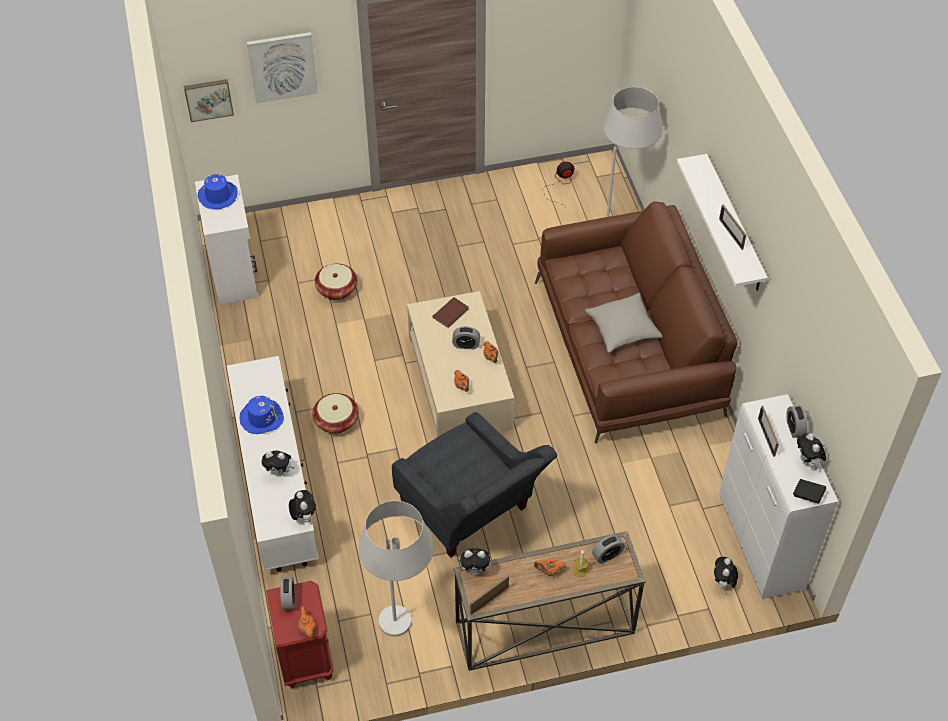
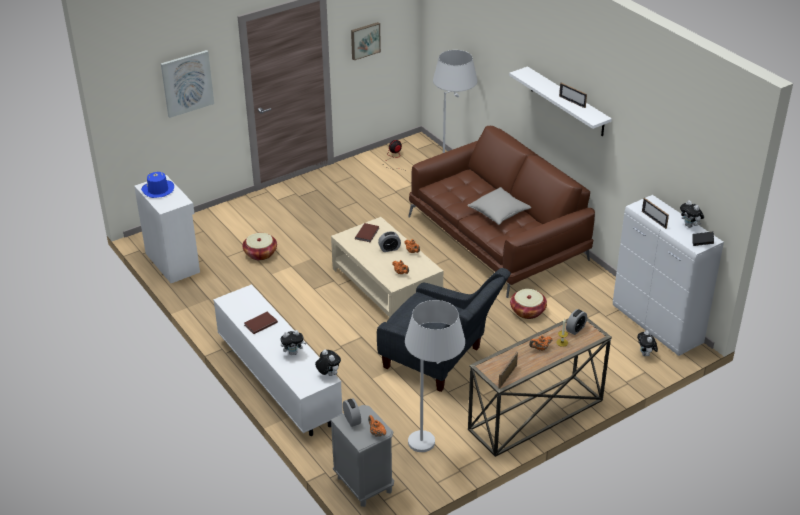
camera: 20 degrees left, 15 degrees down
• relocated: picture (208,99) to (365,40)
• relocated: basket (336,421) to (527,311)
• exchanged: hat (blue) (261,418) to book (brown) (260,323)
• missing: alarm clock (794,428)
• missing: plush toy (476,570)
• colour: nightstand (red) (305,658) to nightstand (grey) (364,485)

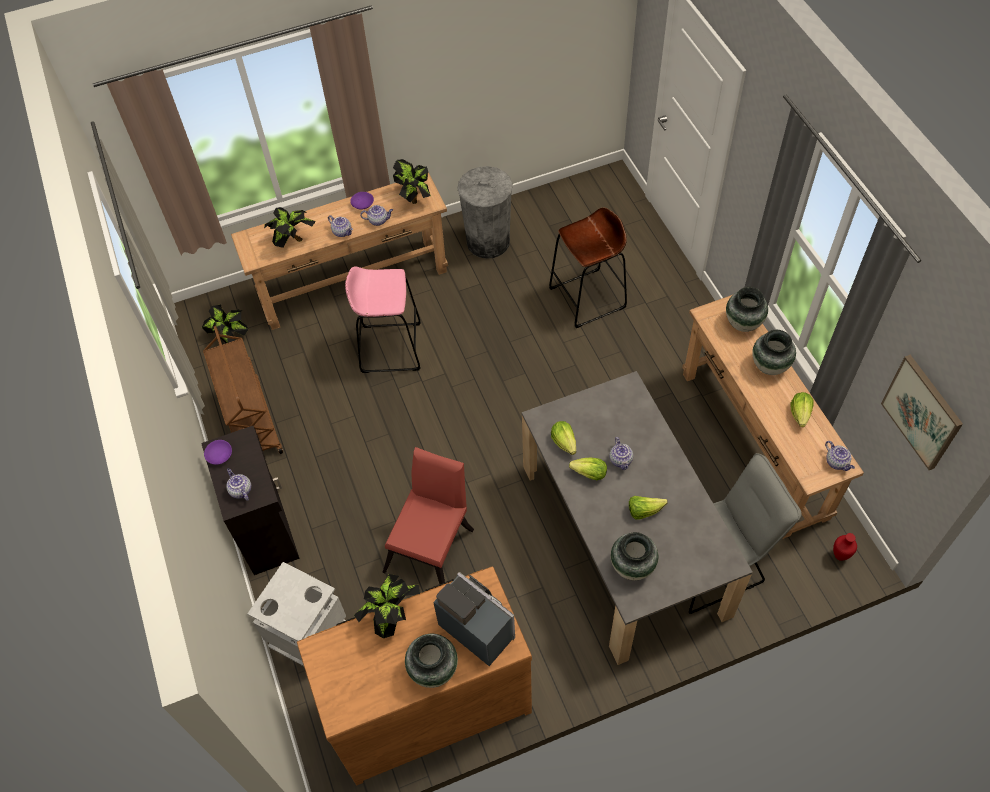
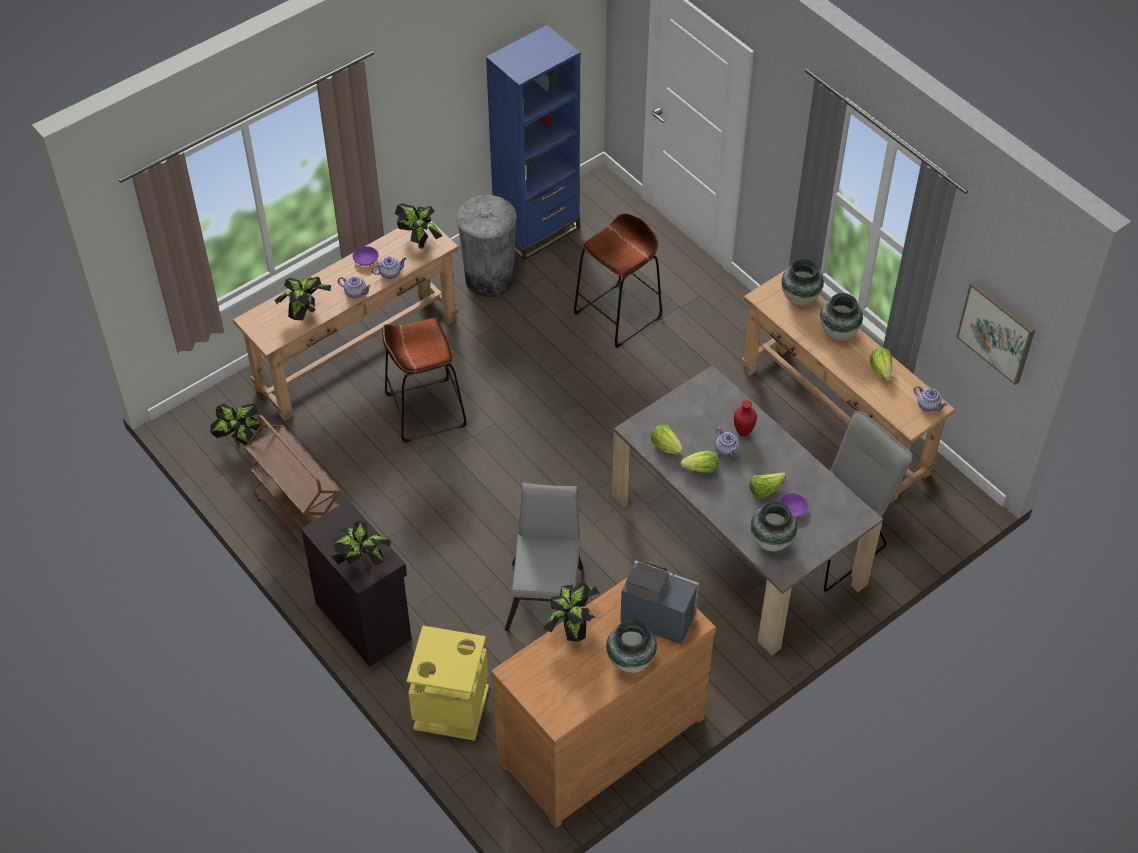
camera: 20 degrees left, 5 degrees down
• colour: stool (pink) (390,347) to stool (brown) (425,410)
• relocated: bowl (purple) (219,455) to (793,509)
• colour: chair (red) (432,545) to chair (grey) (546,592)
• exchanged: teapot (240,490) to potted plant (362,562)
• relocated: vase (red) (840,556) to (744,432)
• colour: trash can (grey) (307,635) to trash can (yellow) (450,708)
• appeared: bookcase (blue) (537,230)

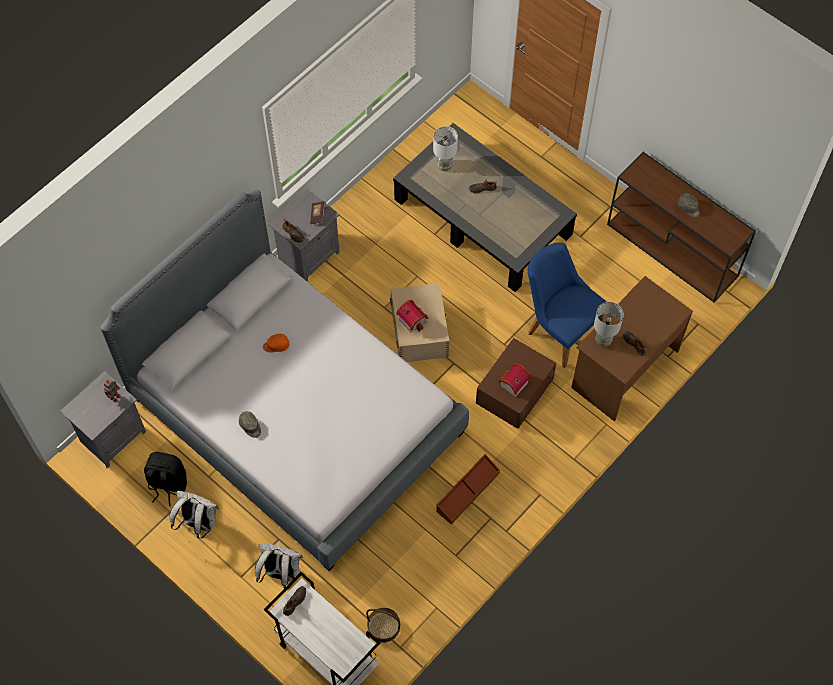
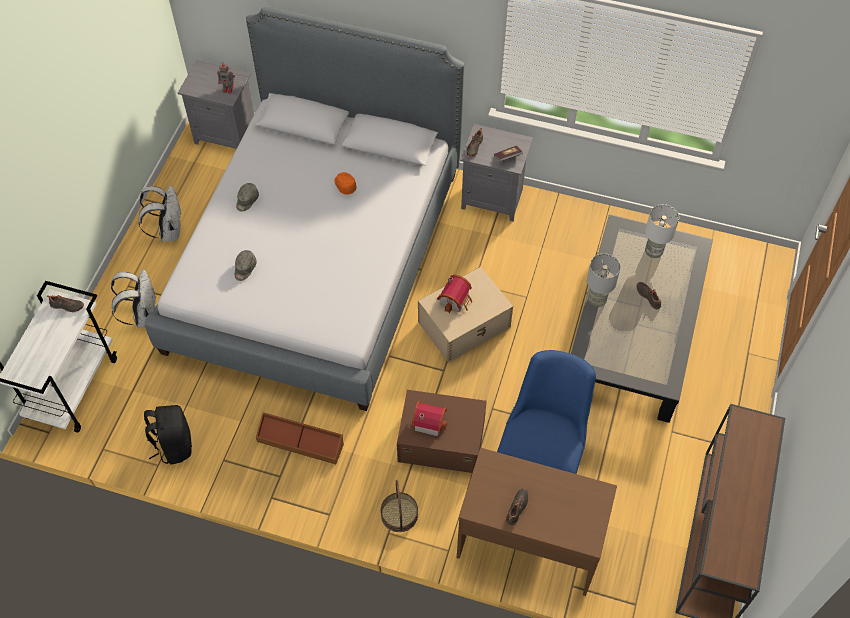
camera: 65 degrees right, 5 degrees down
• relocated: cap (grey) (688,208) to (245,268)
• relocated: table lamp (grey) (604,340) to (597,301)
• relocated: backpack (black) (167,485) to (174,445)
• relocated: basket (383,626) to (399,514)

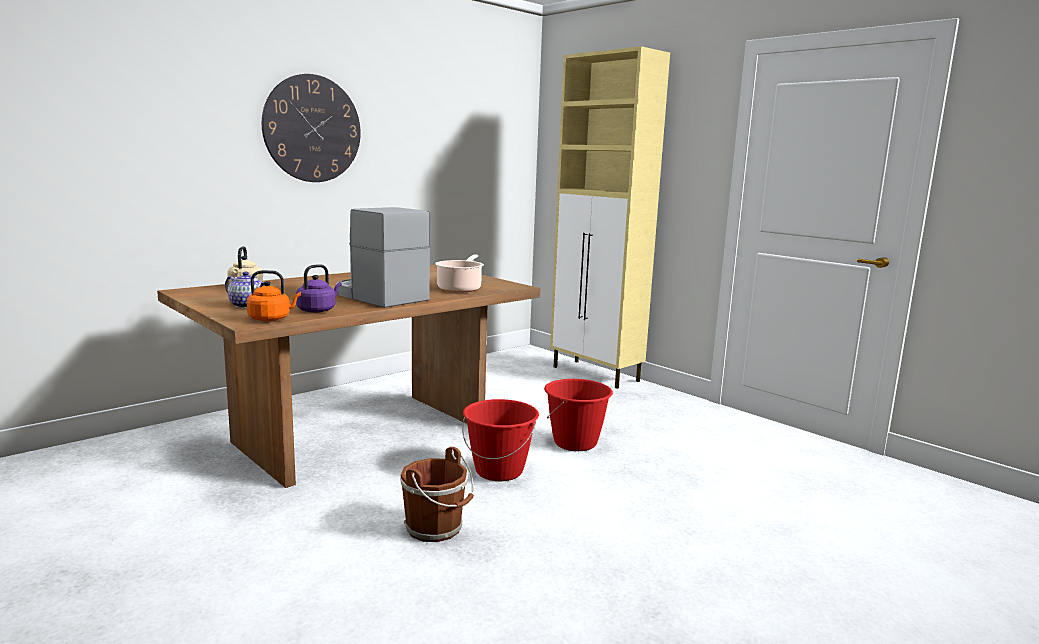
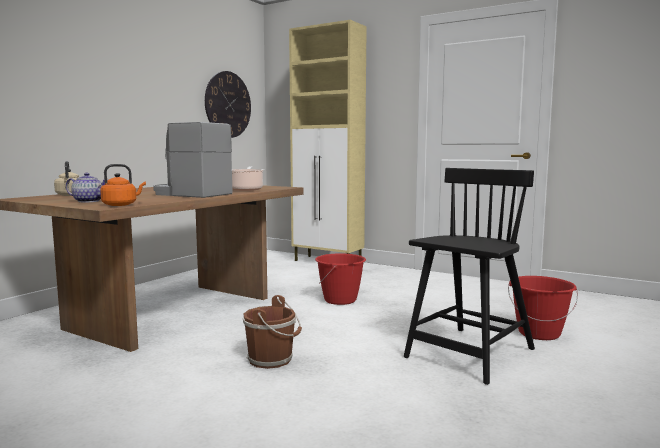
camera: 15 degrees left, 5 degrees down
• relocated: wall clock (312,129) to (228,104)
• missing: kettle (purple) (318,310)
• relocated: bucket (red) (499,471) to (539,333)
• appeared: chair (black) (469,354)

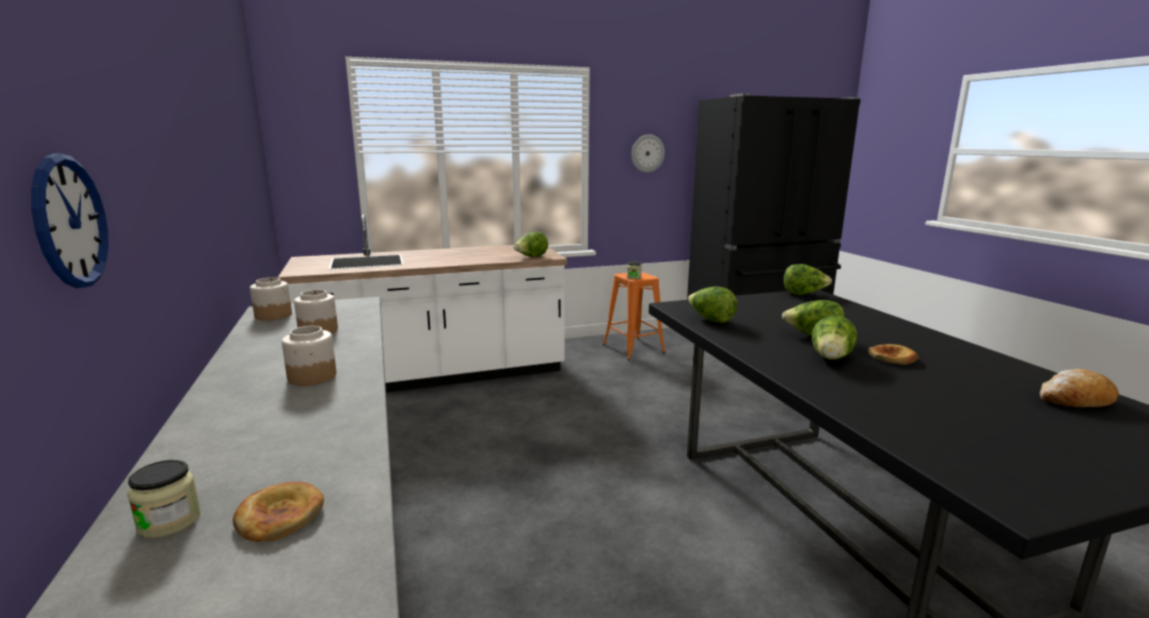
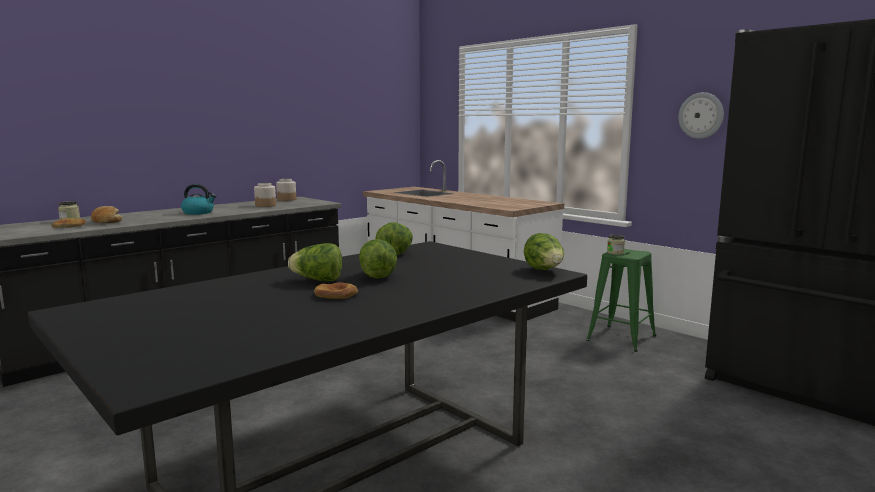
camera: 65 degrees right, 5 degrees down
• missing: wall clock (70,222)
• missing: lettuce (531,257)
• colour: stool (orange) (633,349) to stool (green) (621,338)
• exchanged: jar (311,377) to kettle (198,212)
• relocated: bread (1075,400) to (106,221)

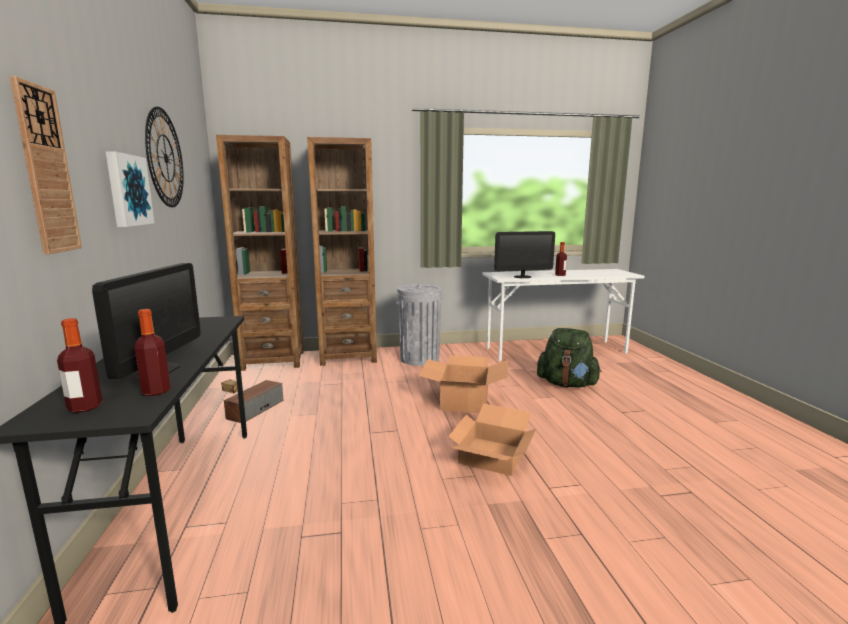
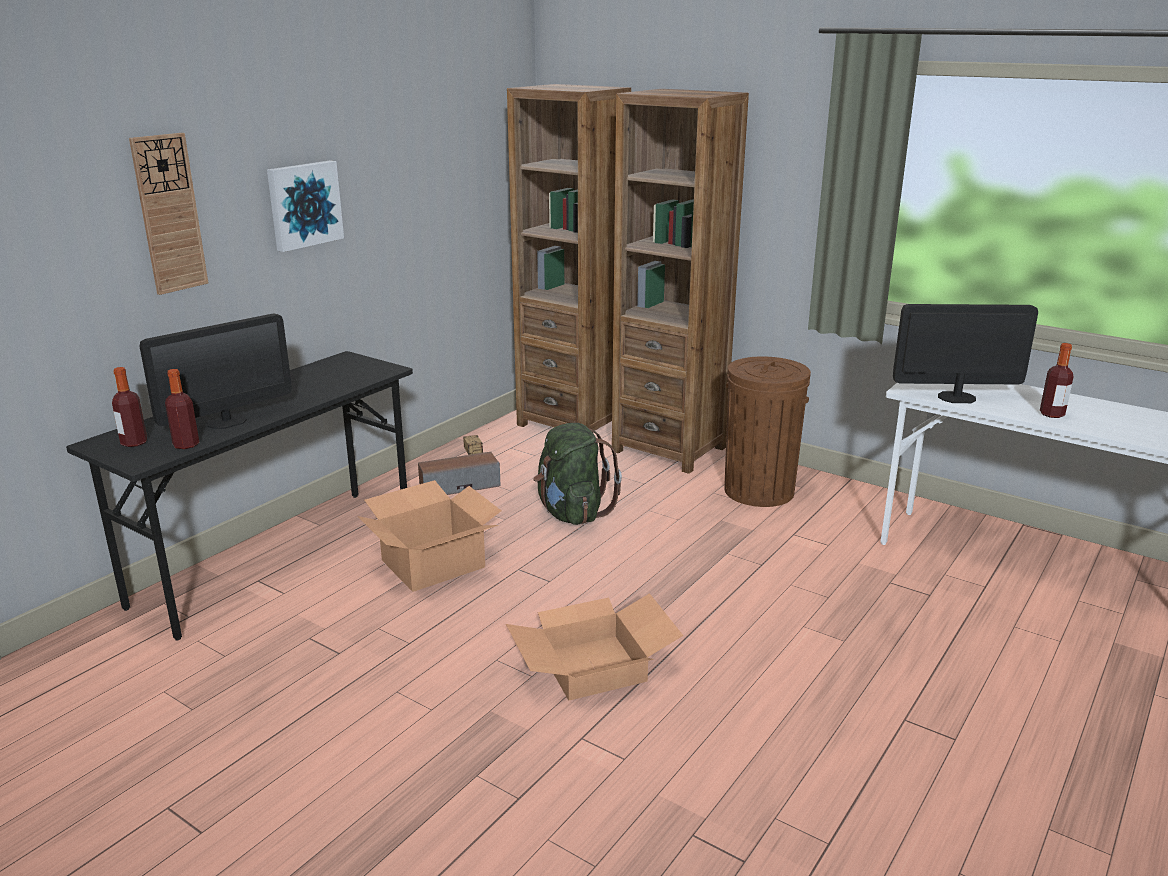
camera: 45 degrees right, 10 degrees up
• missing: wall clock (165,158)
• spun: monitor (522,277) = (956,397) 150 degrees clockwise
• colour: trash can (grey) (419,359) to trash can (brown) (759,491)
• relocated: backpack (green) (567,384) to (572,513)
• relocated: cardboard box (464,401) to (432,563)

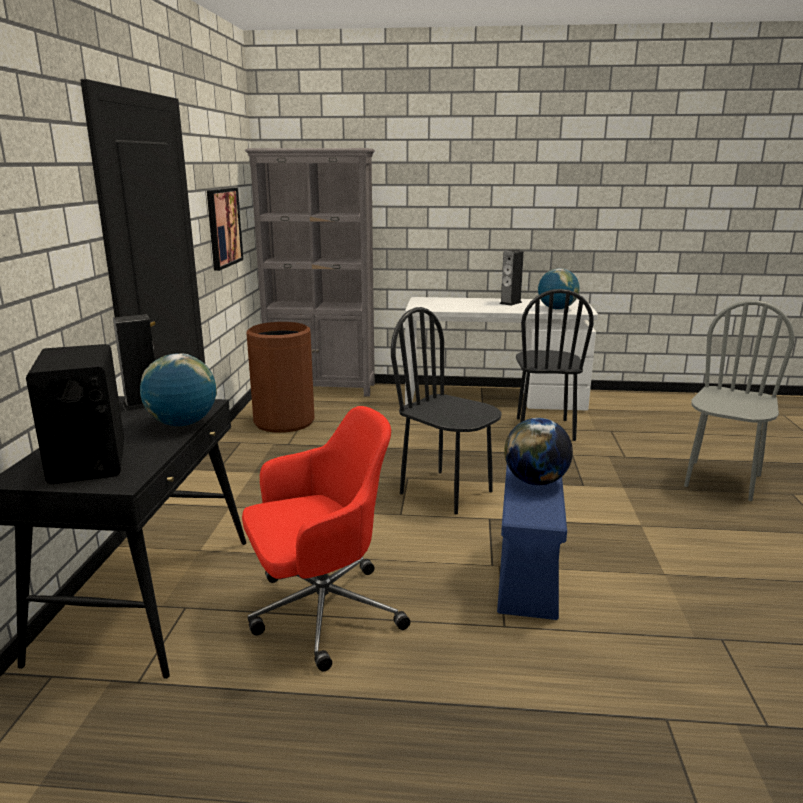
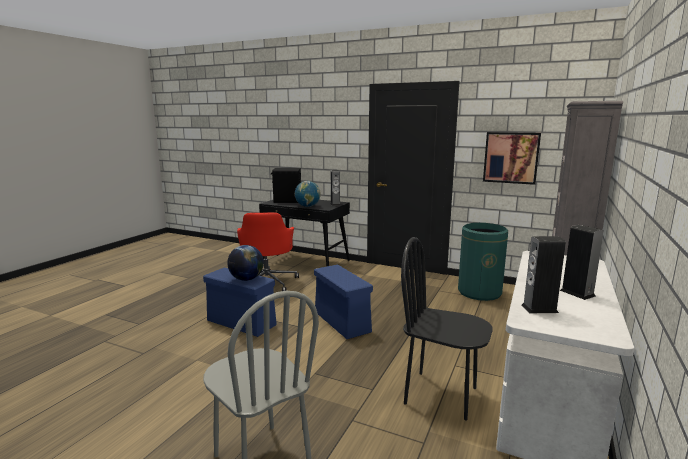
camera: 110 degrees right, 5 degrees down
• exchanged: globe (556,309) to speaker (539,308)
• exchanged: chair (black) (446,492) to storage box (blue) (342,322)
• colour: trash can (brown) (284,422) to trash can (green) (479,292)

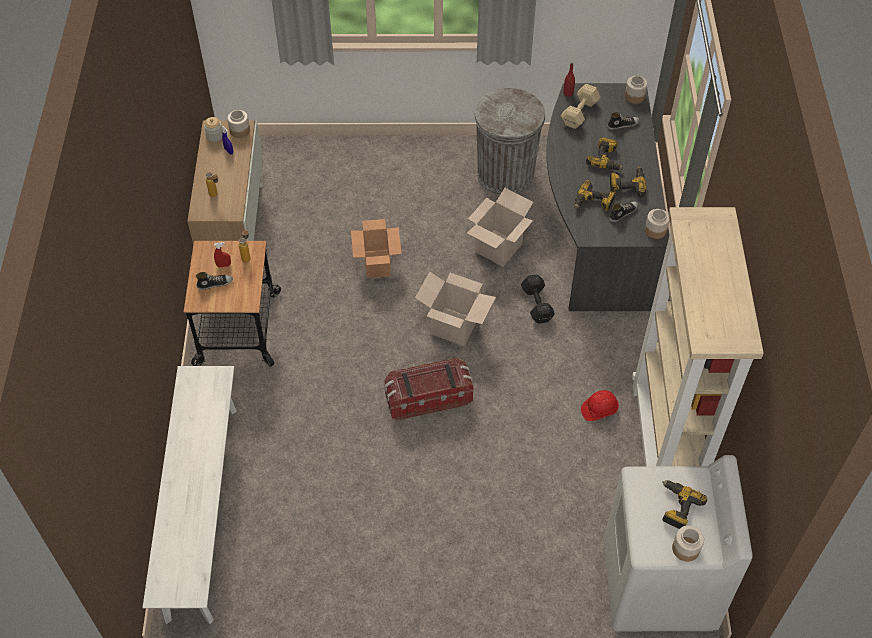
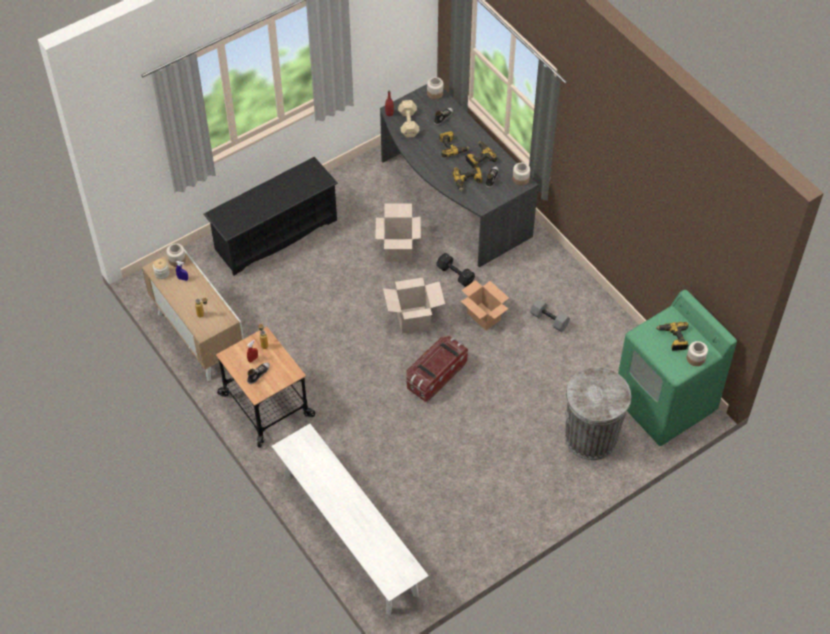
camera: 35 degrees left, 0 degrees up
• relocated: trash can (grey) (505,174) to (590,437)
• missing: bookcase (beige) (664,447)
• relocated: cardboard box (377,263) to (483,316)
• exchanged: hard hat (red) (599,409) to dumbbell (grey) (548,320)
• colour: washing machine (white) (658,585) to washing machine (green) (665,404)
• appeared: shoe rack (black) (275,235)

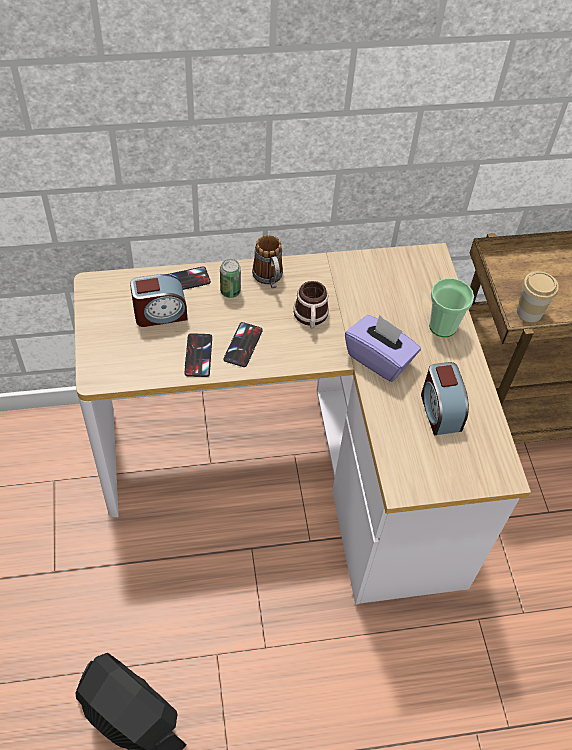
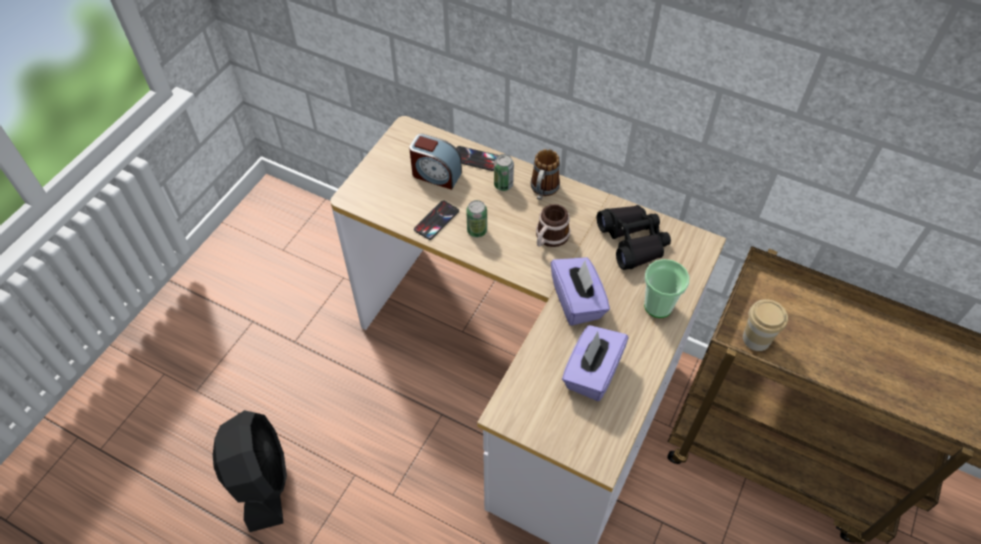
camera: 40 degrees right, 0 degrees up
• exchanged: phone (243,345) to can (477,231)
• exchanged: alarm clock (440,411) to tissue box (purple) (591,373)
• appeared: binoculars (black) (633,241)

